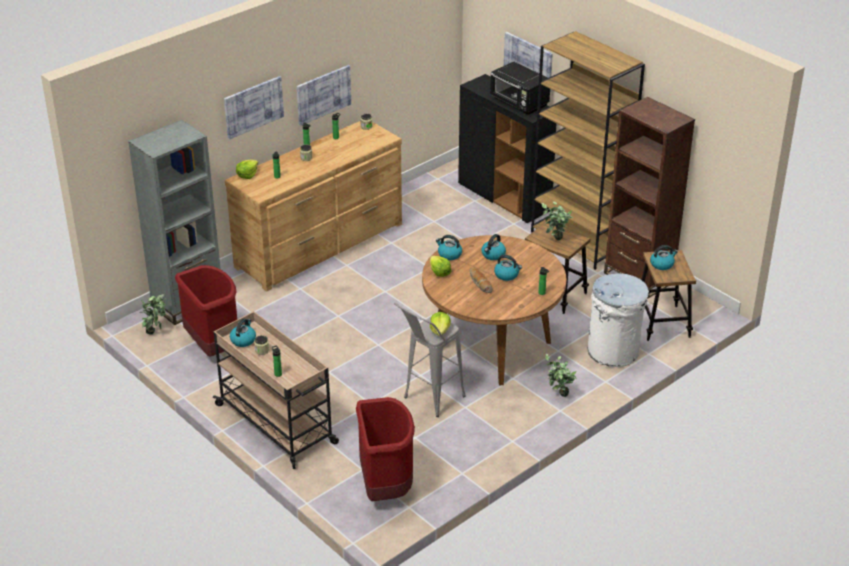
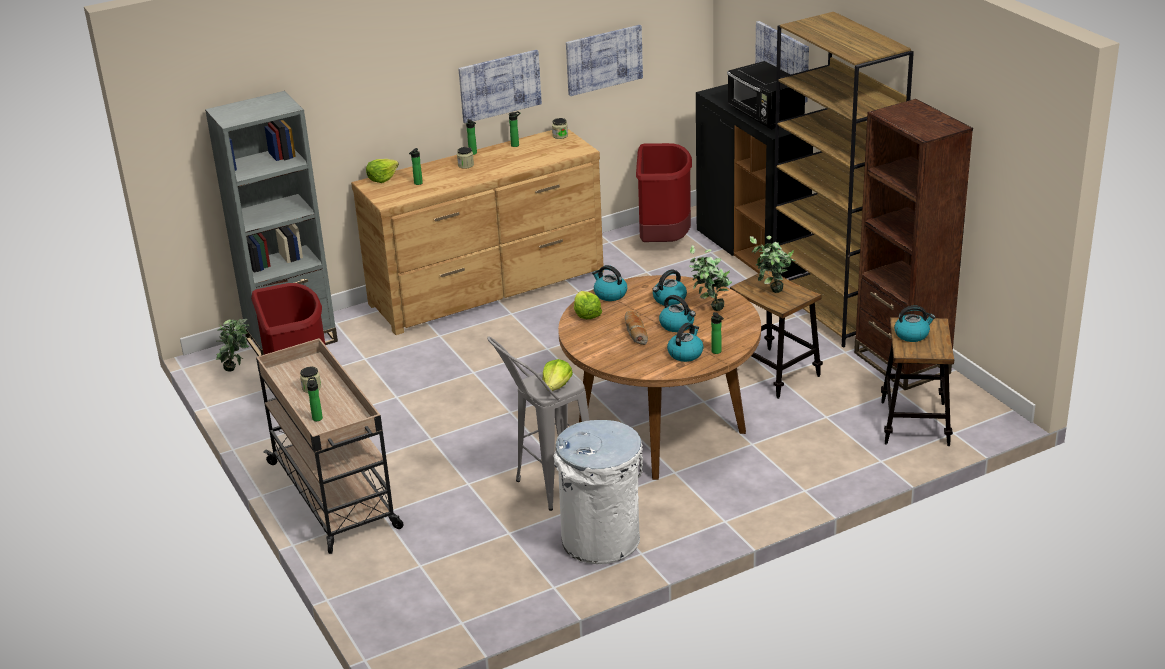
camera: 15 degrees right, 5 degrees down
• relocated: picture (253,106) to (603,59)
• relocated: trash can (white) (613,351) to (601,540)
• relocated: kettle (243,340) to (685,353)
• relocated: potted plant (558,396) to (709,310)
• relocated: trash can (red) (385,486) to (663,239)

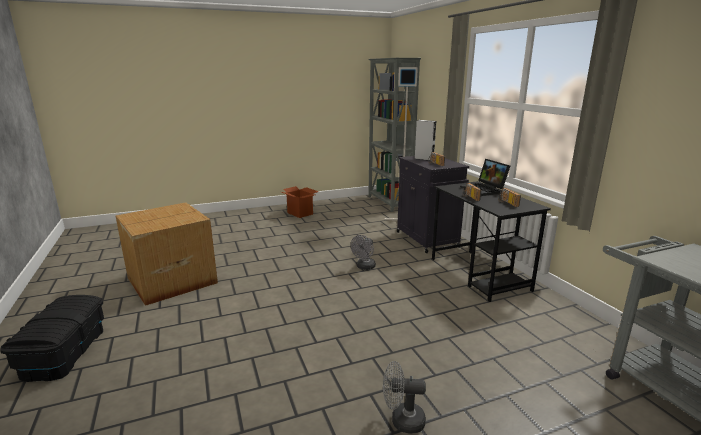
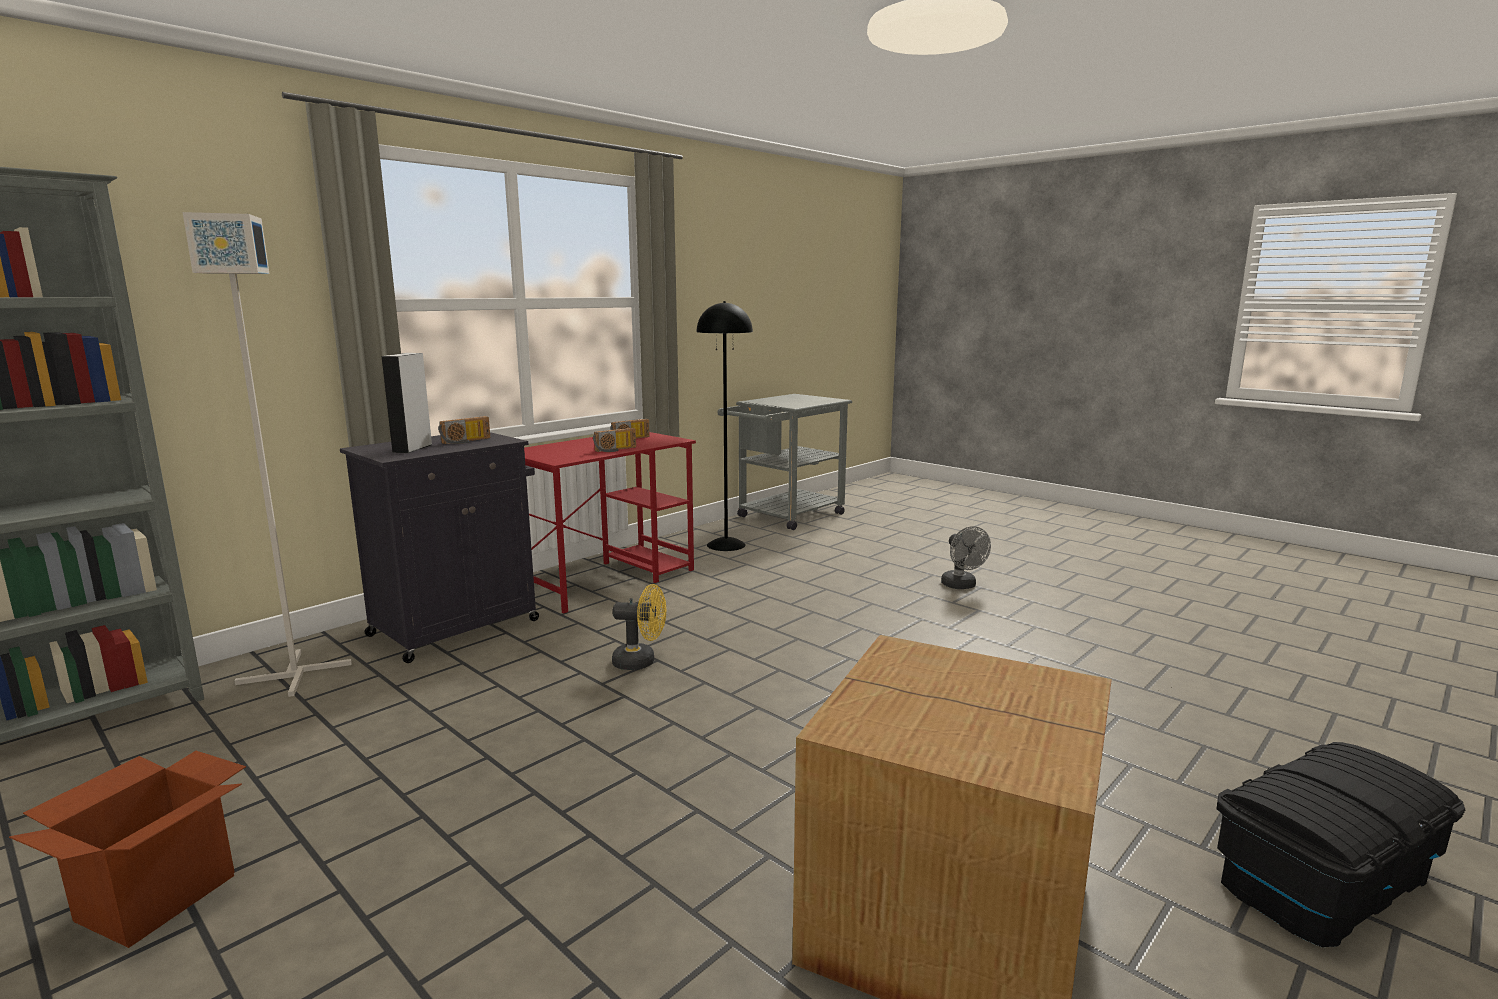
camera: 115 degrees left, 5 degrees down
• missing: laptop (484,190)
• colour: desk (black) (479,274) to desk (red) (608,579)
• colour: fan (grey) (364,267) to fan (yellow) (641,662)
• appeared: floor lamp (black) (726,544)

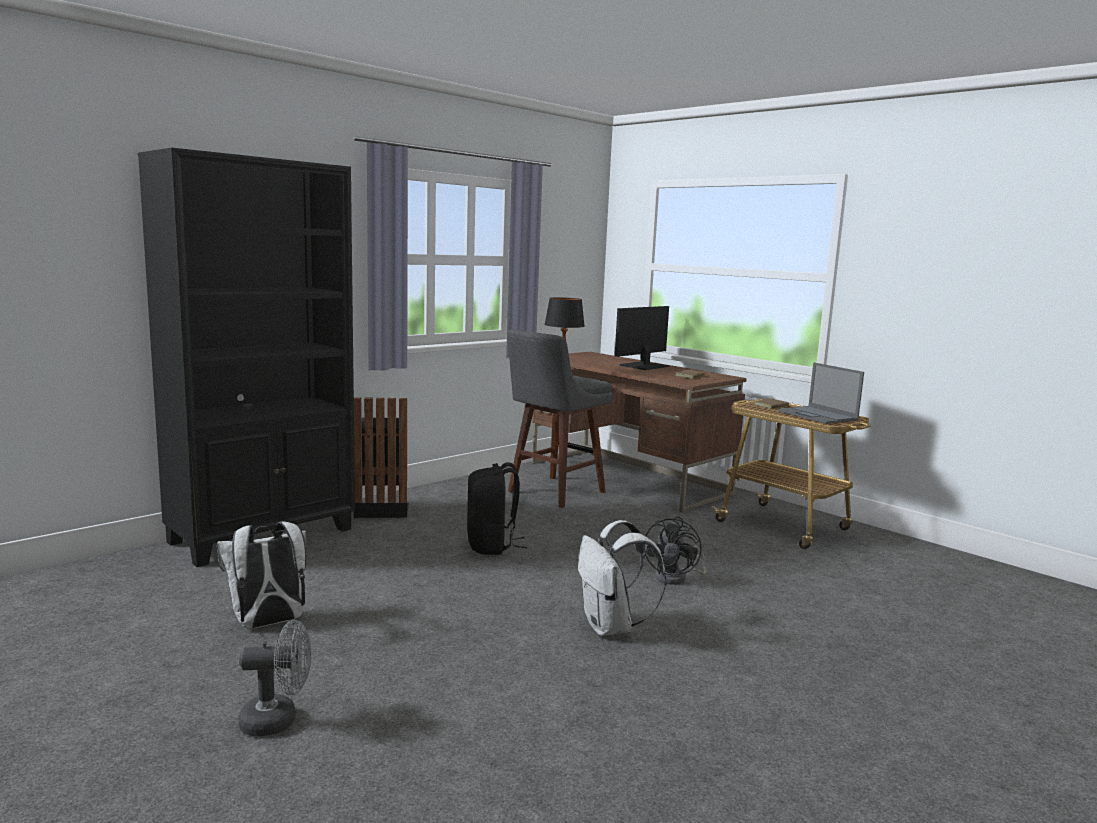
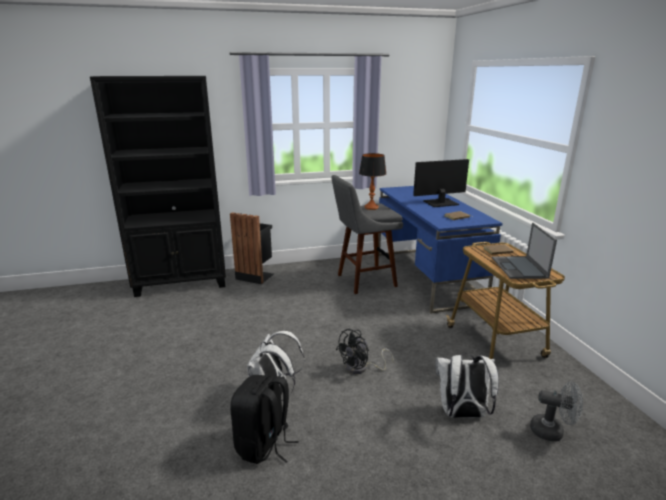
camera: 30 degrees right, 10 degrees up
• colour: desk (brown) (628,478) to desk (blue) (426,278)
• relocated: backpack (black) (492,546) to (264,445)
• relocated: backpack (white) (268,623) to (462,414)
• relocated: fan (grey) (278,720) to (552,431)

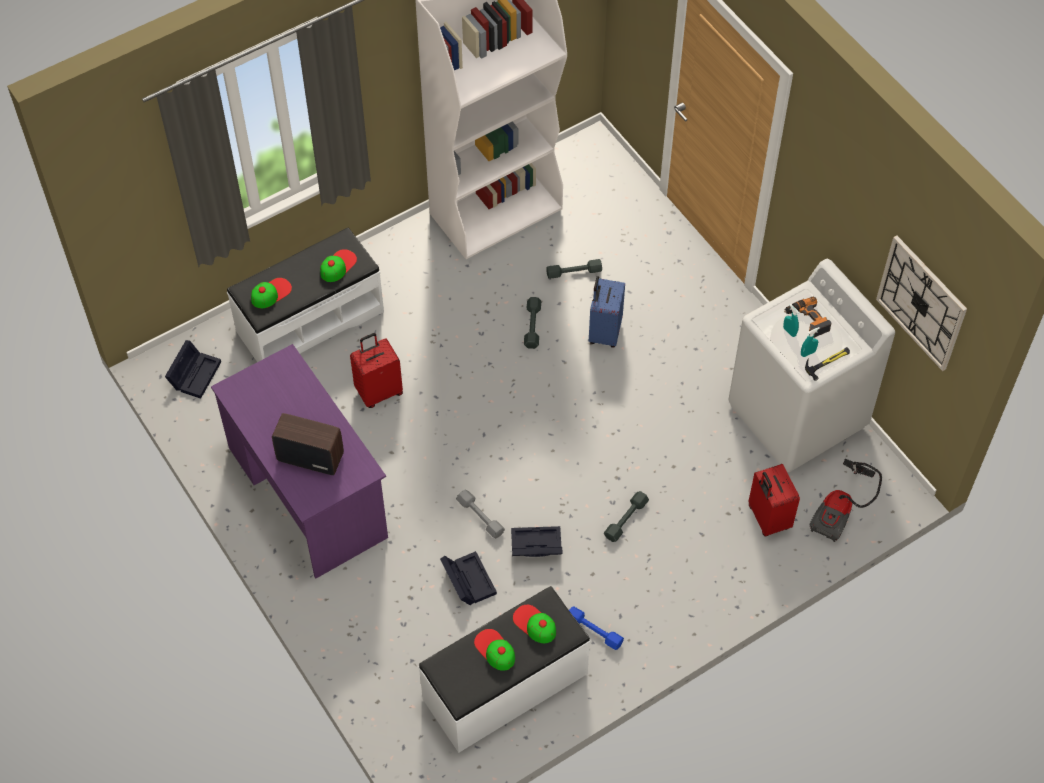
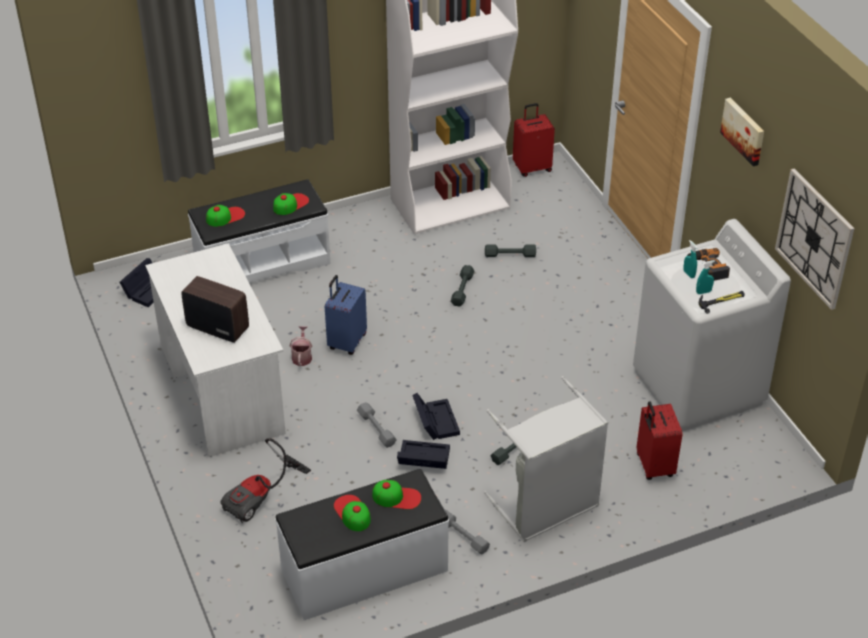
camera: 10 degrees right, 15 degrees down
• relocated: suitcase (blue) (604,332) to (346,342)
• relocated: suitcase (red) (379,391) to (532,168)
• colour: desk (purple) (307,492) to desk (white) (221,389)
• relocated: vacuum cleaner (841,510) to (262,498)
• relocated: storage box (black) (467,580) to (435,420)
• spun: cap (534,624) = (396,497) 135 degrees clockwise
• colour: dumbbell (blue) (594,630) to dumbbell (grey) (463,535)
• appeared: picture (744,131)
• appeared: watering can (302,356)
• appeared: laundry basket (grey) (547,508)

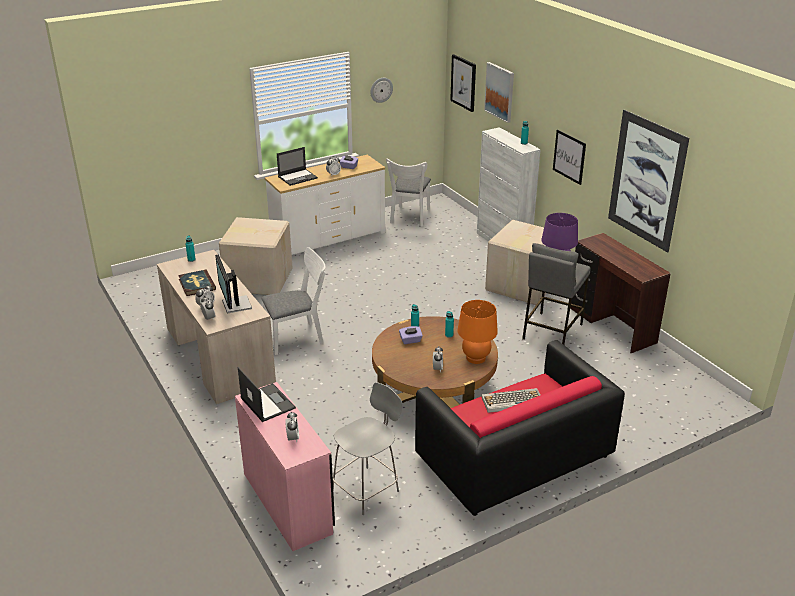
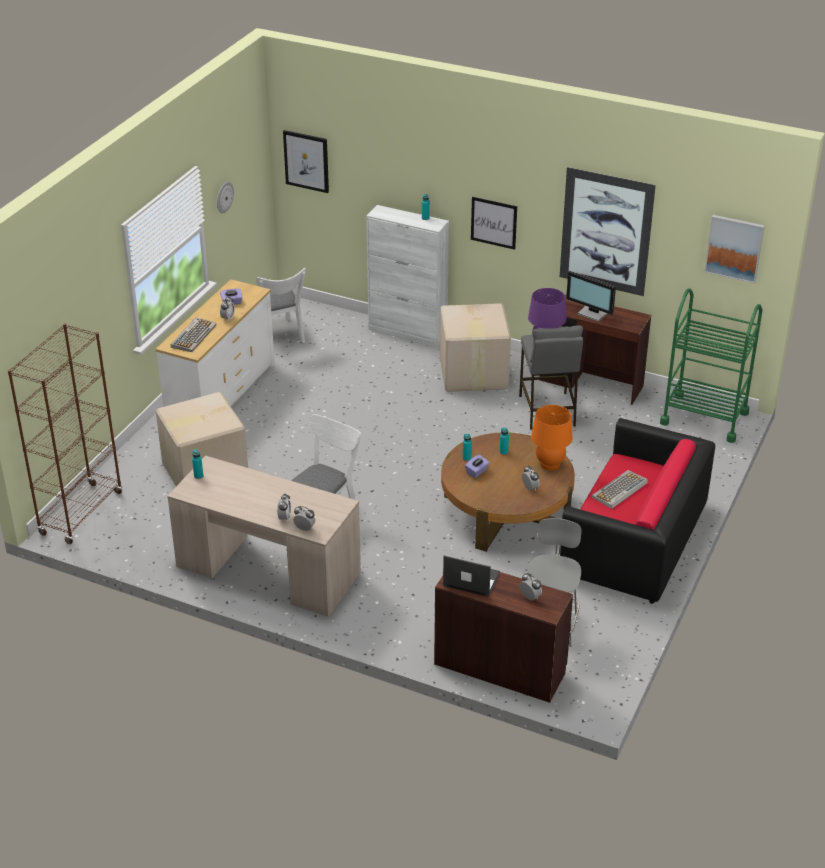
camera: 35 degrees left, 5 degrees up
• relocated: picture (500,92) to (734,248)
• exchanged: laptop (298,177) to keyboard (193,335)
• relocated: monitor (235,305) to (593,313)
• missing: book (196,284)
• colour: desk (pink) (288,502) to desk (brown) (500,667)
• appeared: cart (green) (704,418)
• appeared: bookcase (brown) (81,513)

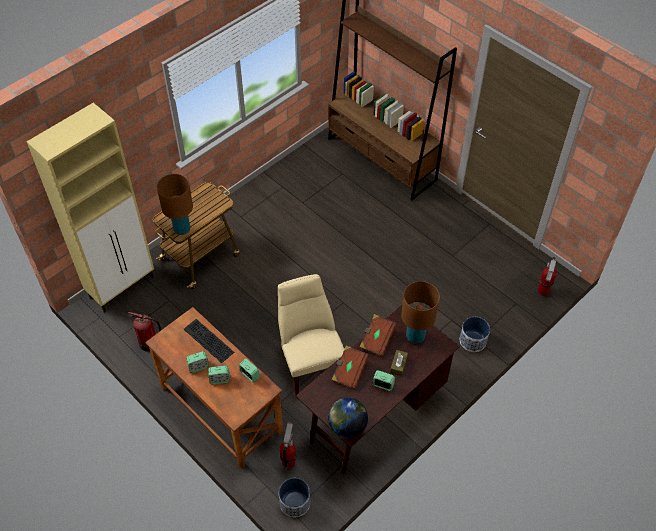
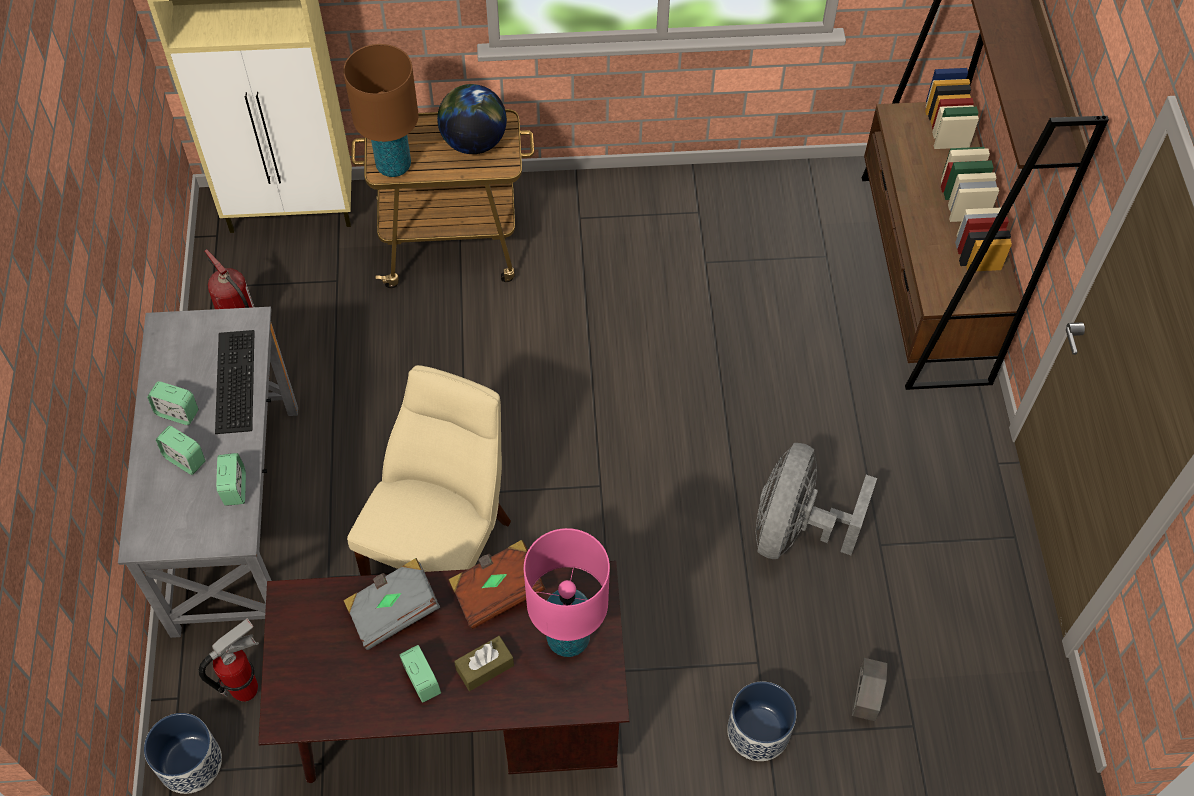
camera: 40 degrees right, 5 degrees up
• missing: fire extinguisher (542,292)
• colour: table lamp (brown) (415,336) to table lamp (pink) (568,638)
• colour: desk (brown) (221,410) to desk (grey) (236,517)
• colour: book (brown) (349,371) to book (grey) (393,610)
• relocated: globe (347,426) to (473,142)
• appeared: fan (grey) (795,529)
• appeared: planter (grey) (864,700)

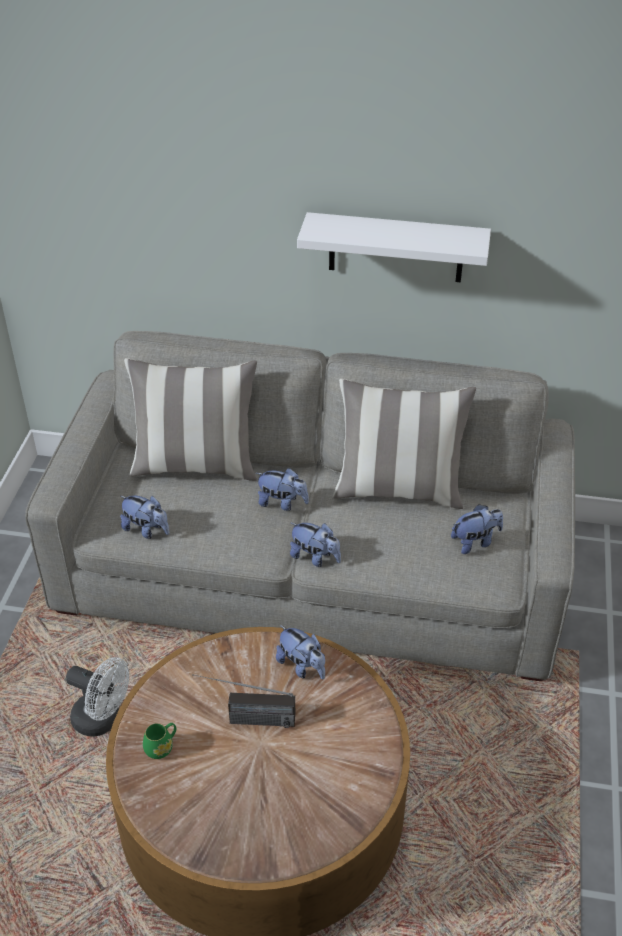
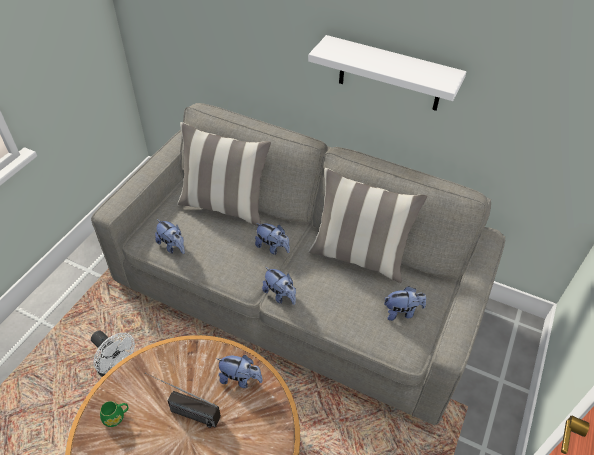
camera: 15 degrees right, 5 degrees up
• spun: plush toy (302,666) = (240,379) 45 degrees counterclockwise

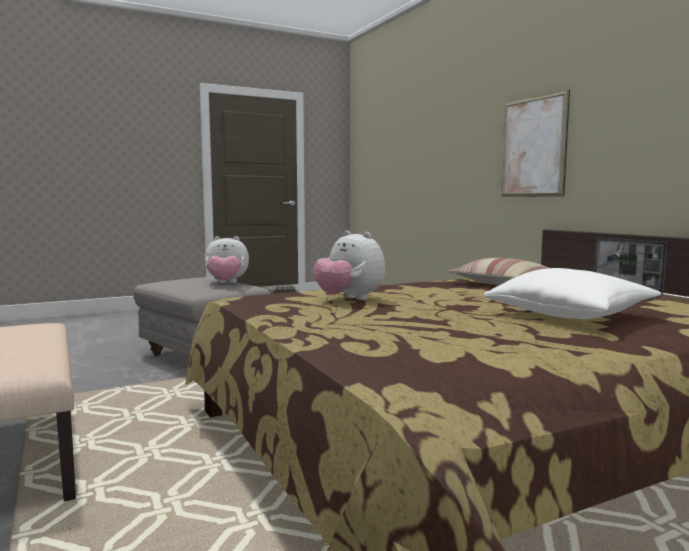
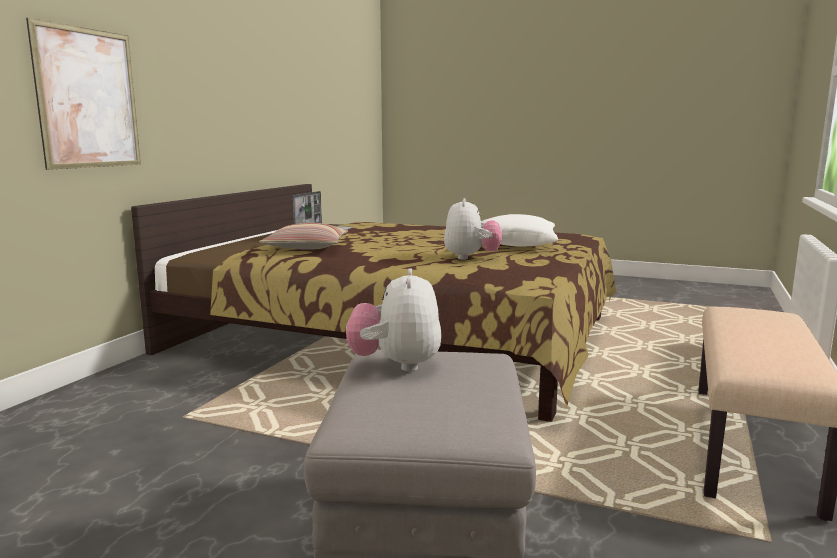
camera: 130 degrees left, 5 degrees up
• spun: plush toy (226,283) = (396,365) 135 degrees counterclockwise
• relocated: pillow (white) (570,315) to (514,245)

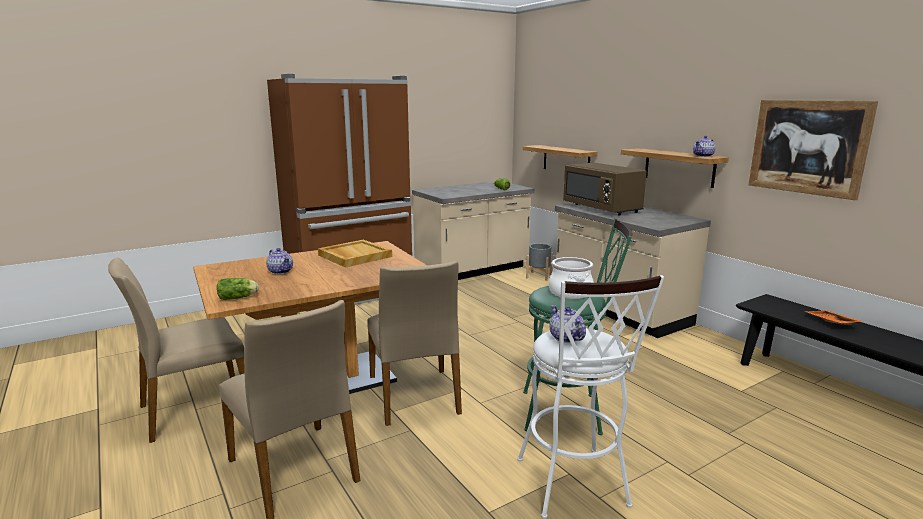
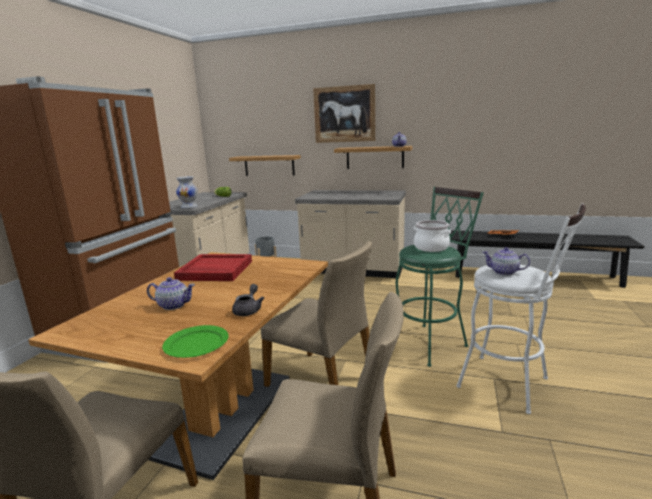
camera: 40 degrees left, 0 degrees up
• relocated: picture (807,147) to (344,114)
• missing: microwave (brown) (602,208)
• colour: tray (beige) (354,256) to tray (red) (214,270)
• exchanged: lettuce (239,298) to plate (green) (196,344)
• appeared: vase (white) (189,207)
• appeared: teapot (grey) (248,310)

